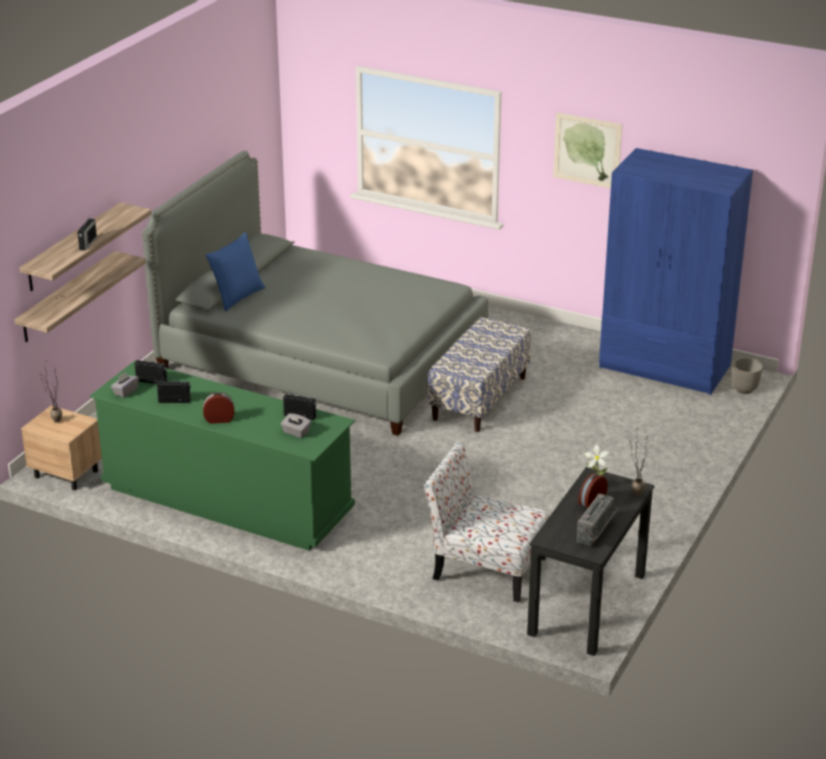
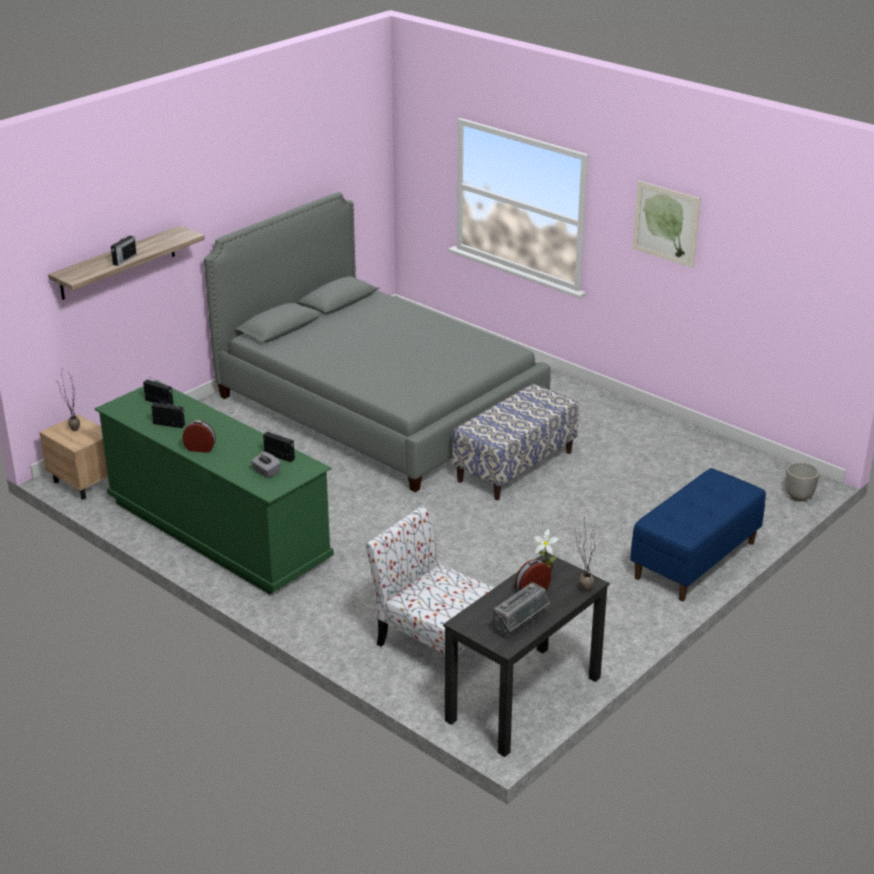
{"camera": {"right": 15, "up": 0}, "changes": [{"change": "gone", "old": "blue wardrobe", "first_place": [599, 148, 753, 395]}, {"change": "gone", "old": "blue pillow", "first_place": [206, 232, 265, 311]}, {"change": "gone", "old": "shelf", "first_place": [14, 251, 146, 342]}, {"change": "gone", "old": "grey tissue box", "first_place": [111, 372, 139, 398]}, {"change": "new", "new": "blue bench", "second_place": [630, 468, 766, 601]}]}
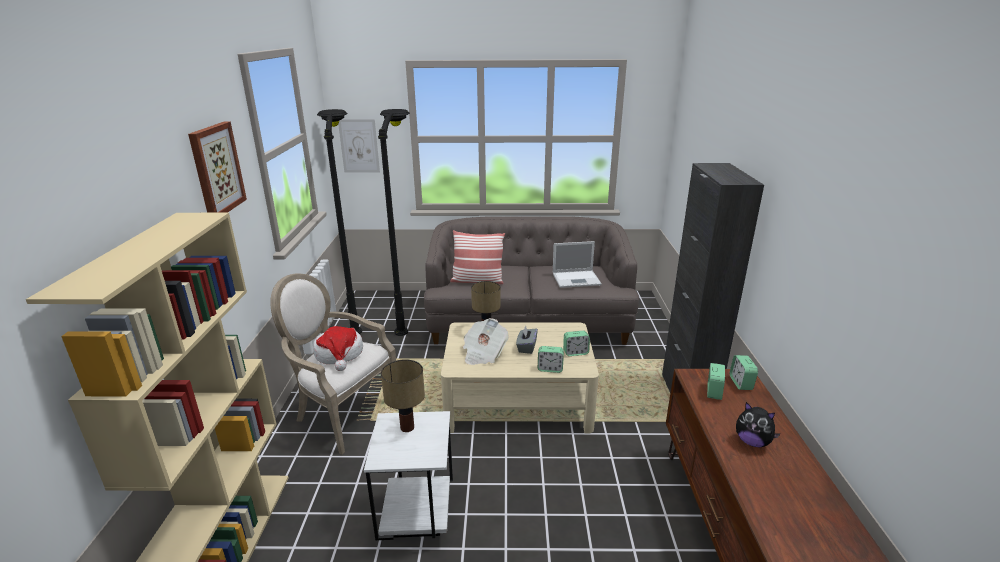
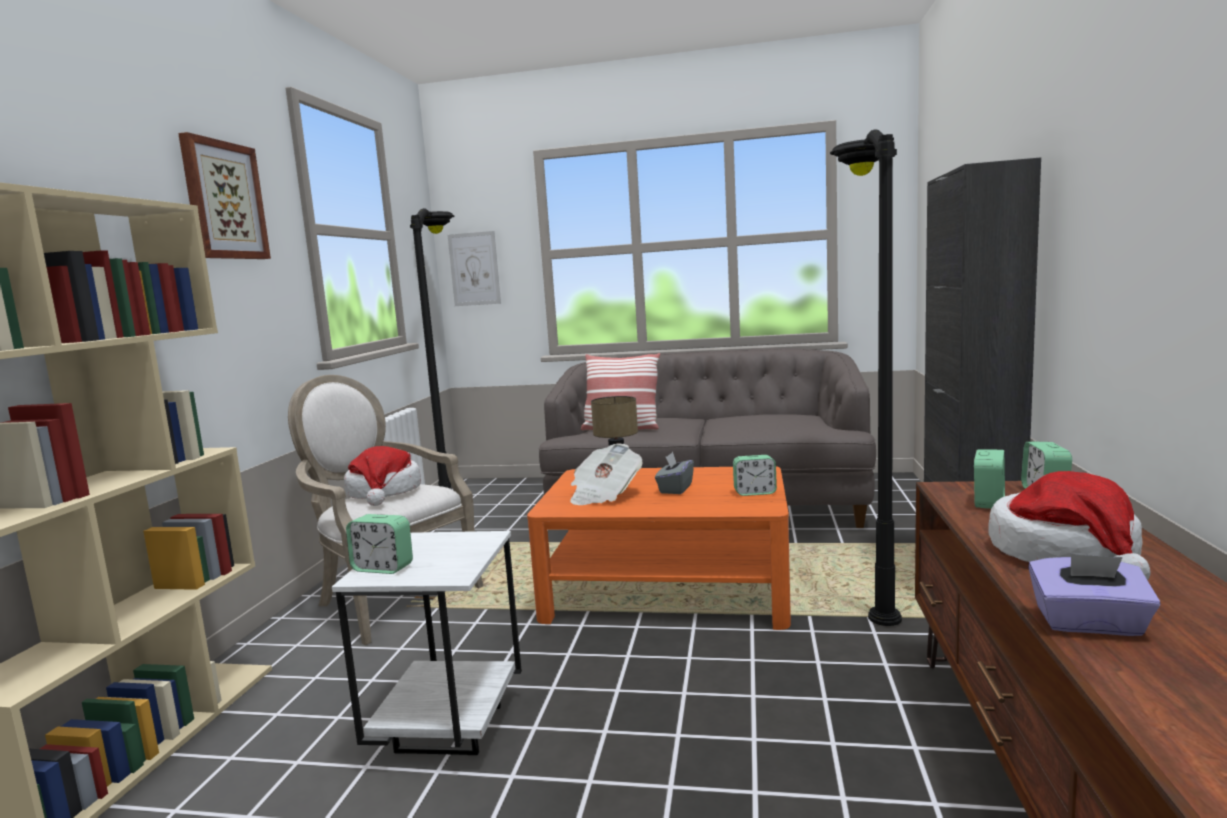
{"camera": {"right": 10, "up": -15}, "changes": [{"change": "shifted", "old": "black floor lamp", "first_place": [378, 109, 410, 336], "second_place": [830, 129, 902, 626]}, {"change": "gone", "old": "laptop", "first_place": [553, 241, 602, 288]}, {"change": "repainted", "old": "beige coffee table", "new": "orange coffee table", "first_place": [441, 322, 599, 434], "second_place": [527, 466, 791, 630]}, {"change": "shifted", "old": "alarm clock", "first_place": [538, 346, 564, 373], "second_place": [346, 514, 413, 574]}, {"change": "gone", "old": "table lamp", "first_place": [381, 359, 425, 432]}, {"change": "swapped", "old": "plush toy", "new": "hat", "first_place": [736, 402, 780, 447], "second_place": [988, 471, 1151, 580]}, {"change": "new", "new": "purple tissue box", "second_place": [1028, 553, 1160, 636]}]}
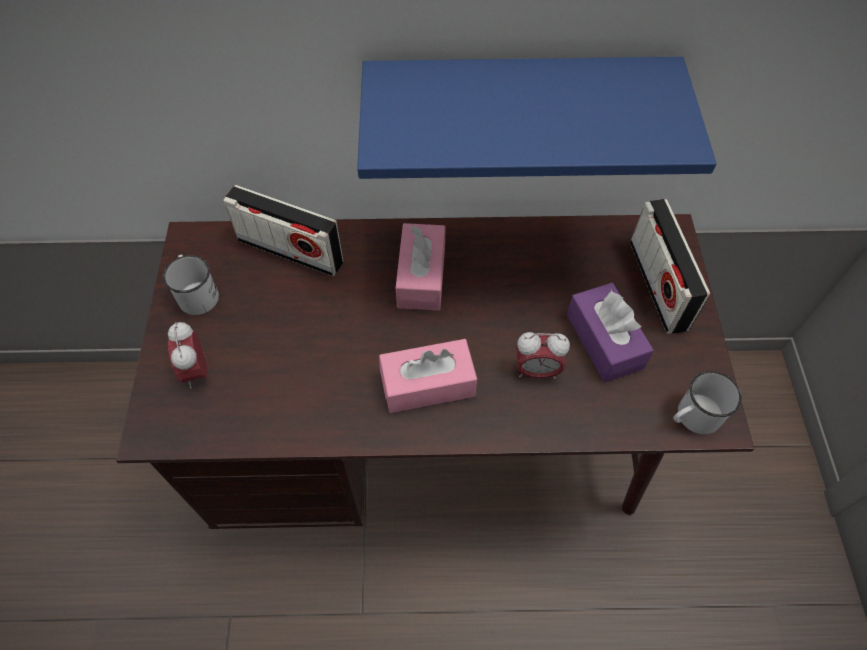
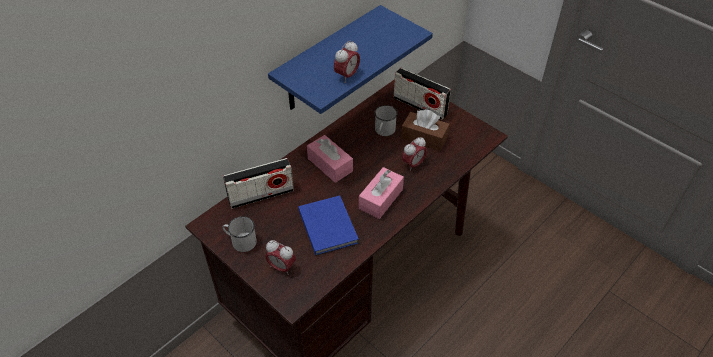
{"camera": {"right": -45, "up": -10}, "changes": [{"change": "repainted", "old": "purple tissue box", "new": "brown tissue box", "first_place": [567, 283, 654, 382], "second_place": [401, 110, 450, 151]}, {"change": "shifted", "old": "white mug", "first_place": [673, 371, 742, 435], "second_place": [375, 105, 397, 136]}, {"change": "new", "new": "alarm clock", "second_place": [334, 41, 360, 83]}, {"change": "new", "new": "blue book", "second_place": [298, 195, 359, 256]}]}
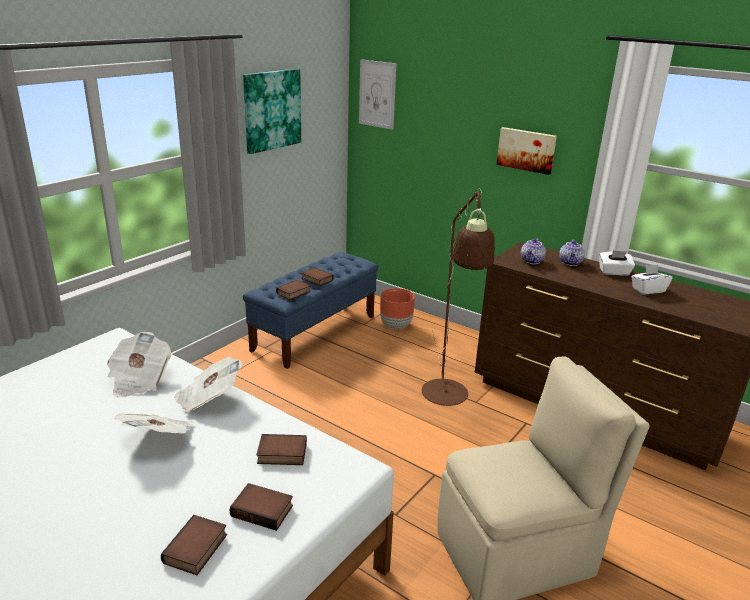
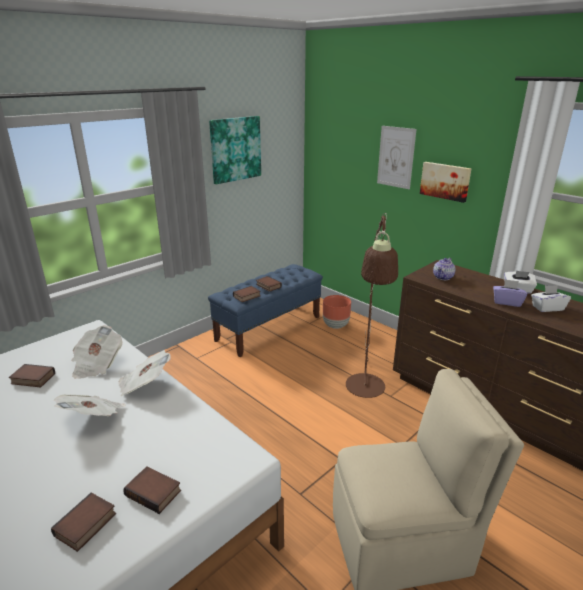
{"camera": {"right": 10, "up": 0}, "changes": [{"change": "shifted", "old": "picture", "first_place": [359, 59, 396, 130], "second_place": [377, 126, 416, 189]}, {"change": "gone", "old": "teapot", "first_place": [559, 240, 585, 266]}, {"change": "shifted", "old": "book", "first_place": [256, 434, 307, 465], "second_place": [9, 364, 55, 388]}, {"change": "new", "new": "purple tissue box", "second_place": [493, 279, 527, 307]}]}
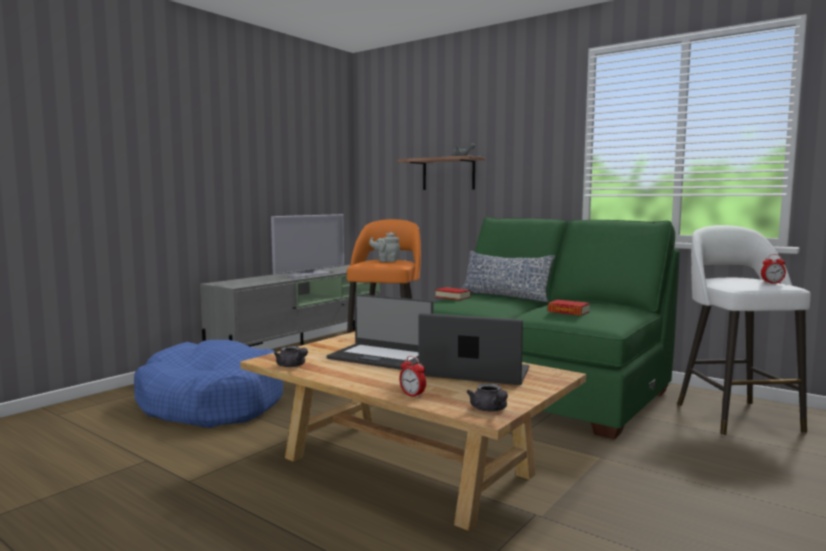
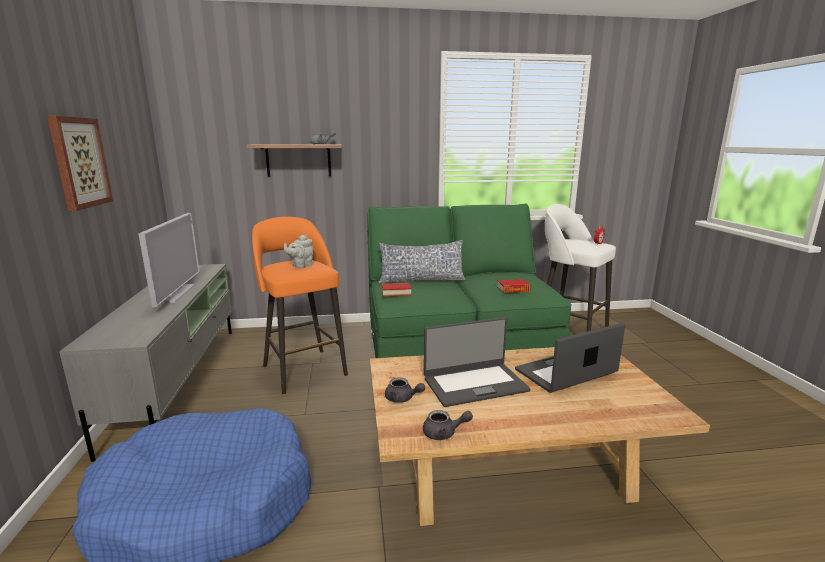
{"camera": {"right": -45, "up": 10}, "changes": [{"change": "gone", "old": "alarm clock", "first_place": [399, 356, 426, 398]}, {"change": "shifted", "old": "grey teapot", "first_place": [467, 383, 508, 412], "second_place": [385, 377, 425, 403]}, {"change": "new", "new": "picture", "second_place": [47, 115, 113, 211]}]}
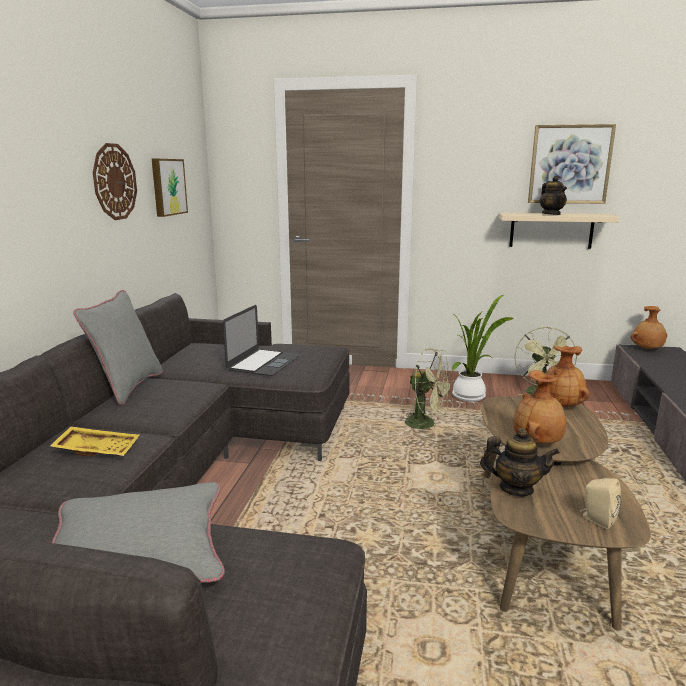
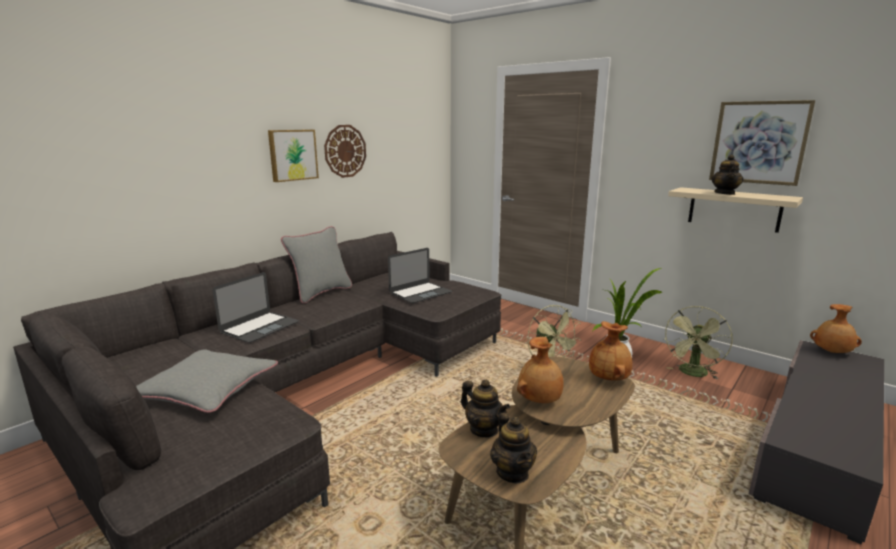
{"camera": {"right": 30, "up": 0}, "changes": [{"change": "shifted", "old": "picture", "first_place": [152, 159, 188, 217], "second_place": [268, 130, 319, 182]}, {"change": "swapped", "old": "yellow tray", "new": "laptop", "first_place": [50, 426, 139, 456], "second_place": [212, 272, 299, 343]}, {"change": "swapped", "old": "beige speaker", "new": "teapot", "first_place": [580, 478, 621, 529], "second_place": [490, 413, 537, 483]}]}
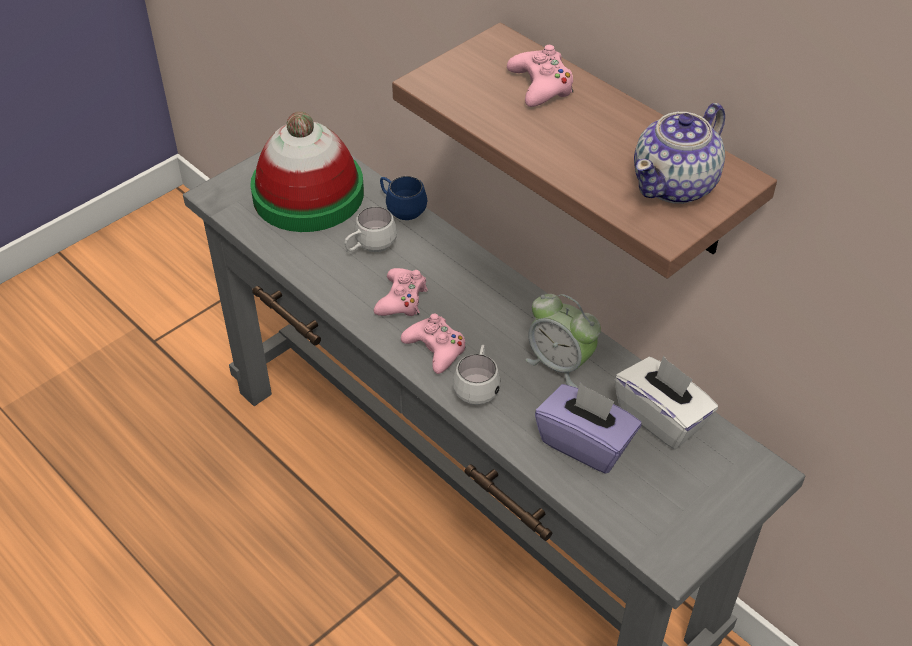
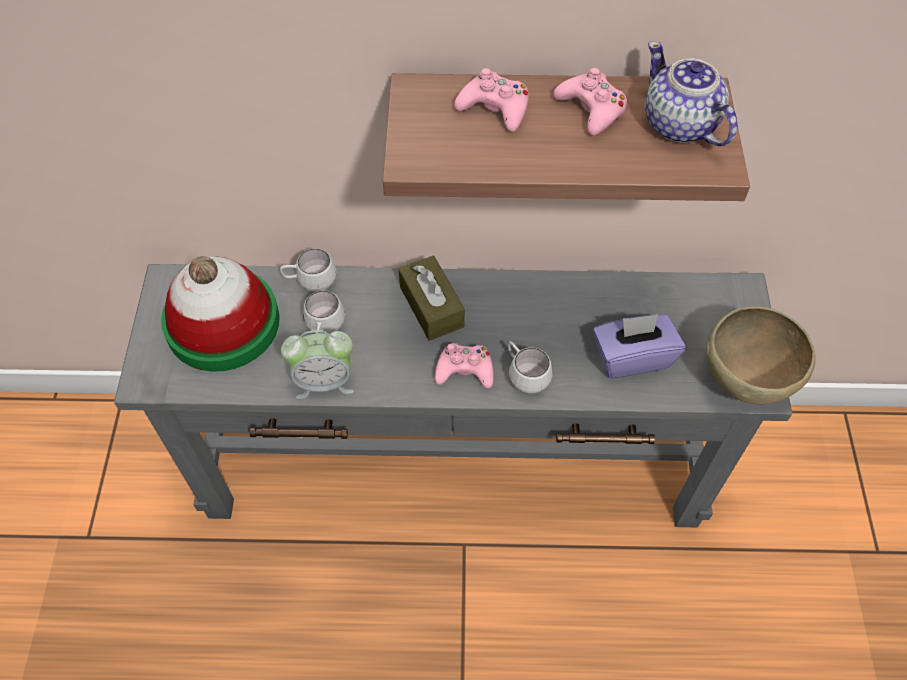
{"camera": {"right": -45, "up": 10}, "changes": [{"change": "rotated", "old": "teapot", "first_place": [634, 103, 725, 204], "second_place": [645, 41, 738, 146], "degrees": 150}, {"change": "repainted", "old": "blue mug", "new": "white mug", "first_place": [380, 176, 428, 220], "second_place": [280, 249, 336, 291]}, {"change": "shifted", "old": "pink game controller", "first_place": [374, 268, 428, 316], "second_place": [553, 68, 627, 135]}, {"change": "shifted", "old": "alarm clock", "first_place": [525, 294, 601, 388], "second_place": [281, 330, 354, 399]}, {"change": "gone", "old": "white tissue box", "first_place": [615, 356, 718, 449]}, {"change": "new", "new": "brown tissue box", "second_place": [399, 256, 465, 341]}, {"change": "new", "new": "brown bowl", "second_place": [707, 306, 815, 404]}]}
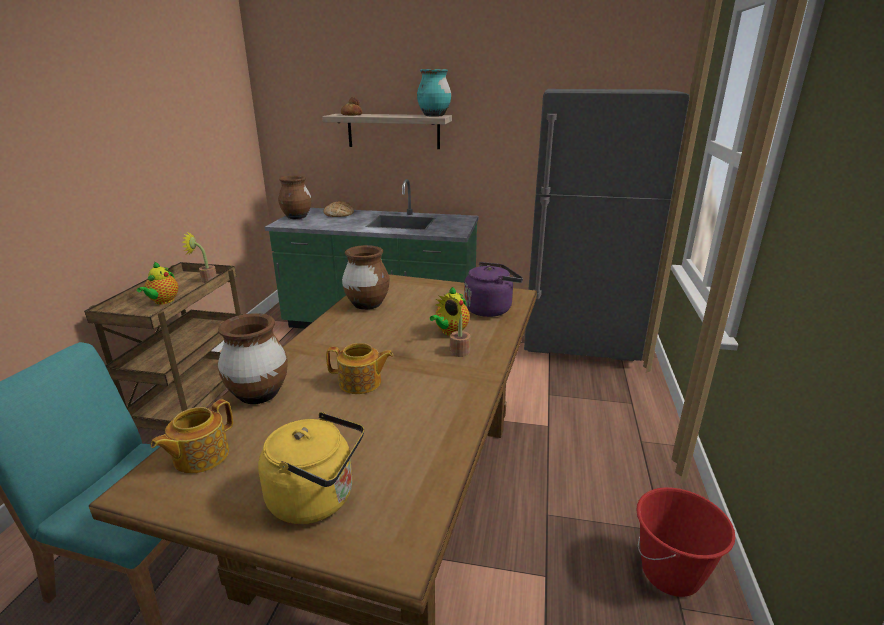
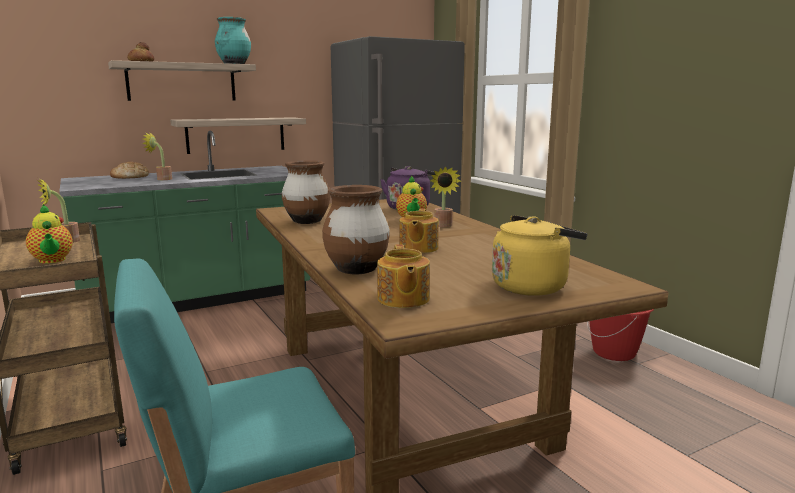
{"camera": {"right": -40, "up": -10}, "changes": [{"change": "gone", "old": "brown vase", "first_place": [278, 176, 311, 219]}, {"change": "rotated", "old": "teapot", "first_place": [326, 343, 393, 394], "second_place": [399, 208, 439, 253], "degrees": 135}, {"change": "new", "new": "shelf", "second_place": [170, 117, 306, 154]}, {"change": "new", "new": "potted plant", "second_place": [142, 131, 172, 180]}]}
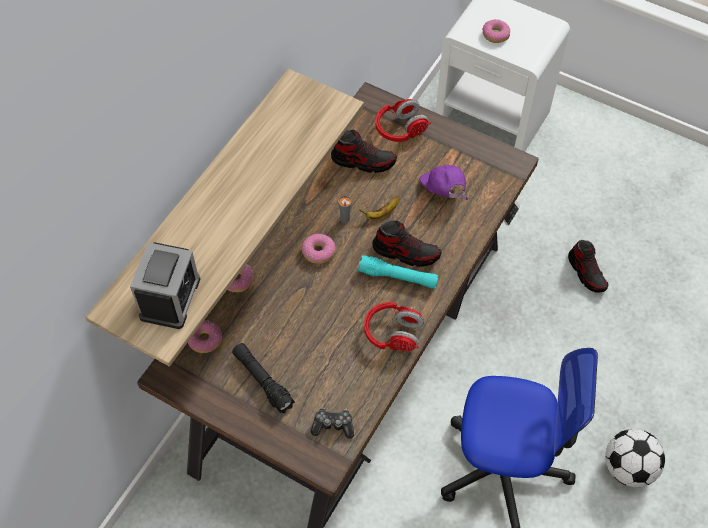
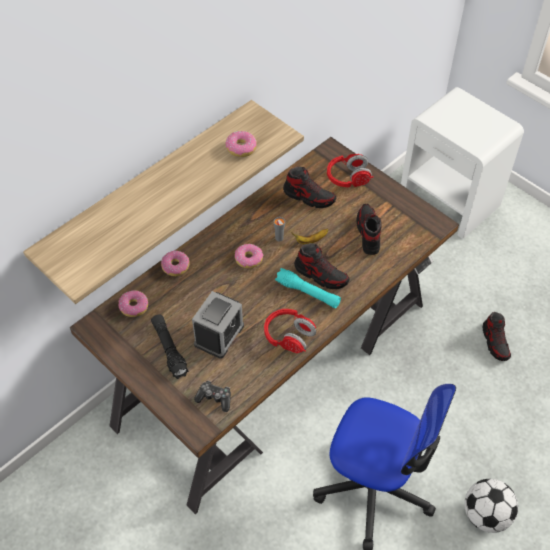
{"camera": {"right": 15, "up": -5}, "changes": [{"change": "shifted", "old": "donut", "first_place": [482, 19, 510, 43], "second_place": [226, 131, 257, 157]}, {"change": "swapped", "old": "purple cap", "new": "shoe", "first_place": [420, 165, 468, 200], "second_place": [357, 204, 382, 255]}, {"change": "shifted", "old": "alarm clock", "first_place": [130, 242, 200, 329], "second_place": [192, 291, 244, 359]}]}
